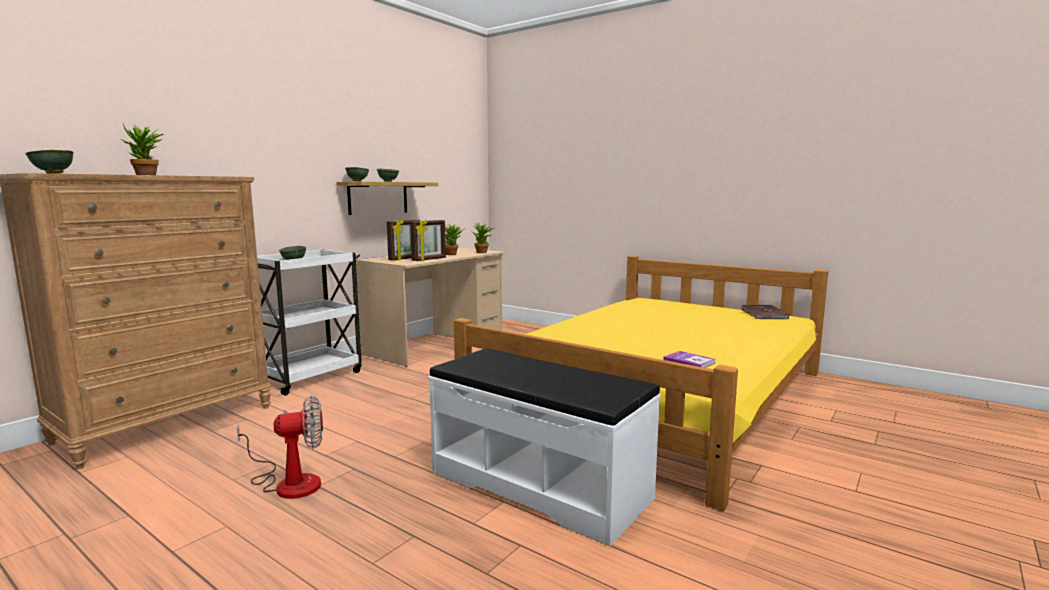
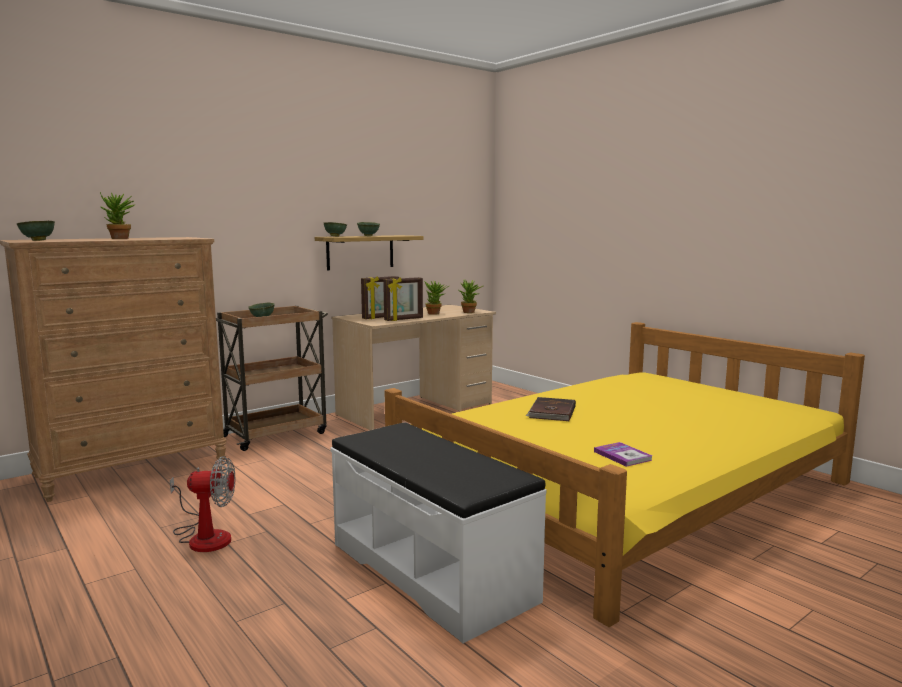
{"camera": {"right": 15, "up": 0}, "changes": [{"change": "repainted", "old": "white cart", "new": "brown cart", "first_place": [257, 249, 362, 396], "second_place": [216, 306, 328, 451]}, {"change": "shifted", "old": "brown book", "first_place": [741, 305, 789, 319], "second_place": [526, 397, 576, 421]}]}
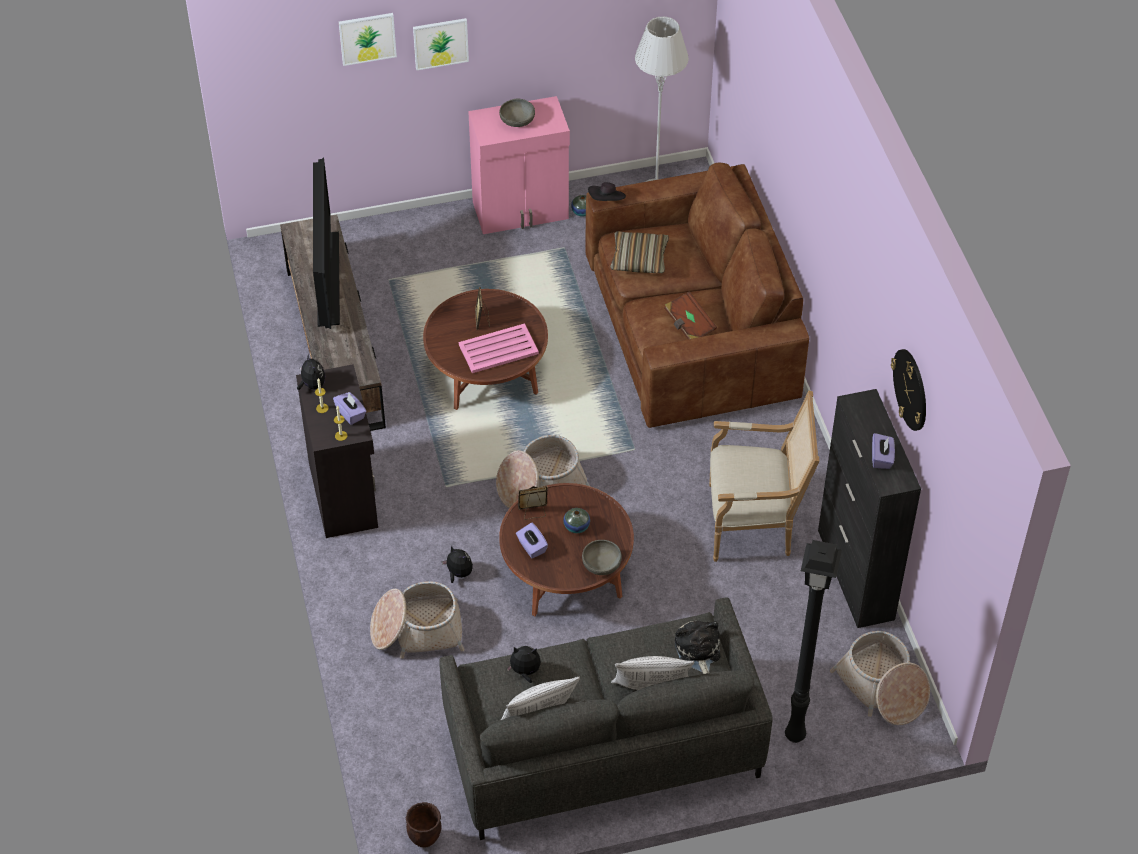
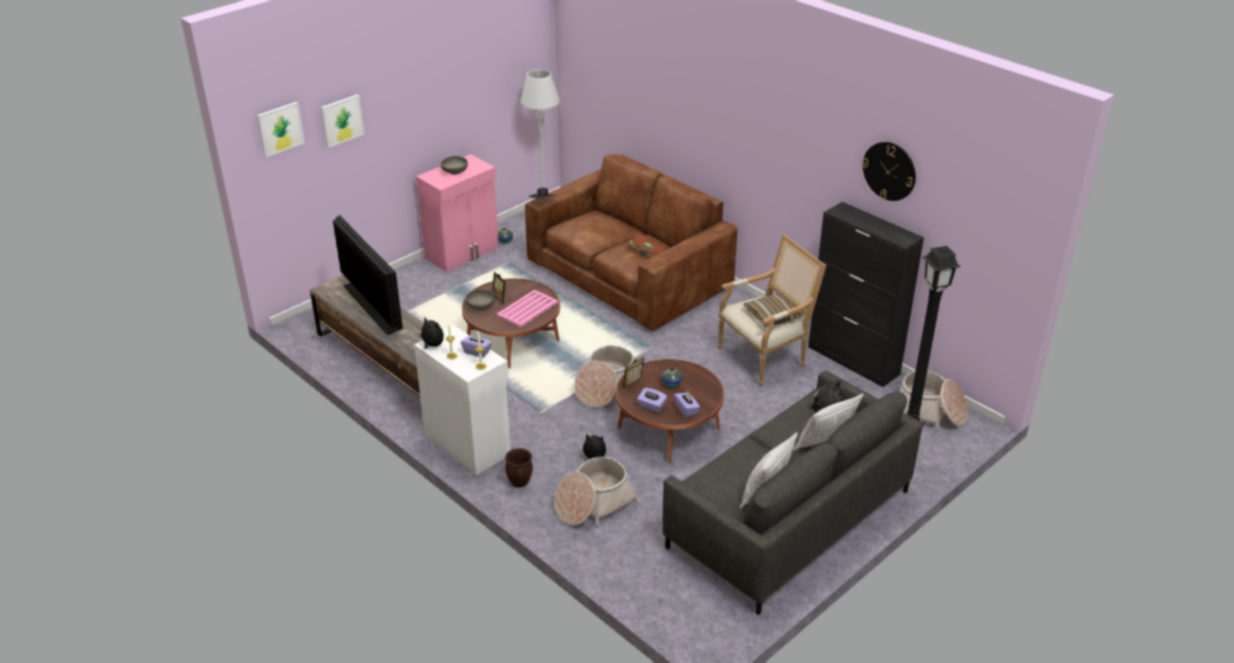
{"camera": {"right": -30, "up": -15}, "changes": [{"change": "shifted", "old": "picture", "first_place": [413, 18, 469, 70], "second_place": [257, 102, 305, 157]}, {"change": "shifted", "old": "pillow", "first_place": [610, 231, 669, 273], "second_place": [743, 293, 803, 327]}, {"change": "repainted", "old": "black cabinet", "new": "white cabinet", "first_place": [296, 364, 378, 538], "second_place": [414, 325, 511, 475]}, {"change": "shifted", "old": "purple tissue box", "first_place": [872, 433, 895, 469], "second_place": [674, 390, 700, 417]}, {"change": "shifted", "old": "grey bowl", "first_place": [582, 540, 622, 575], "second_place": [466, 289, 495, 310]}, {"change": "gone", "old": "plush toy", "first_place": [507, 646, 541, 683]}, {"change": "shifted", "old": "brown planter", "first_place": [406, 802, 441, 848], "second_place": [505, 448, 533, 488]}]}
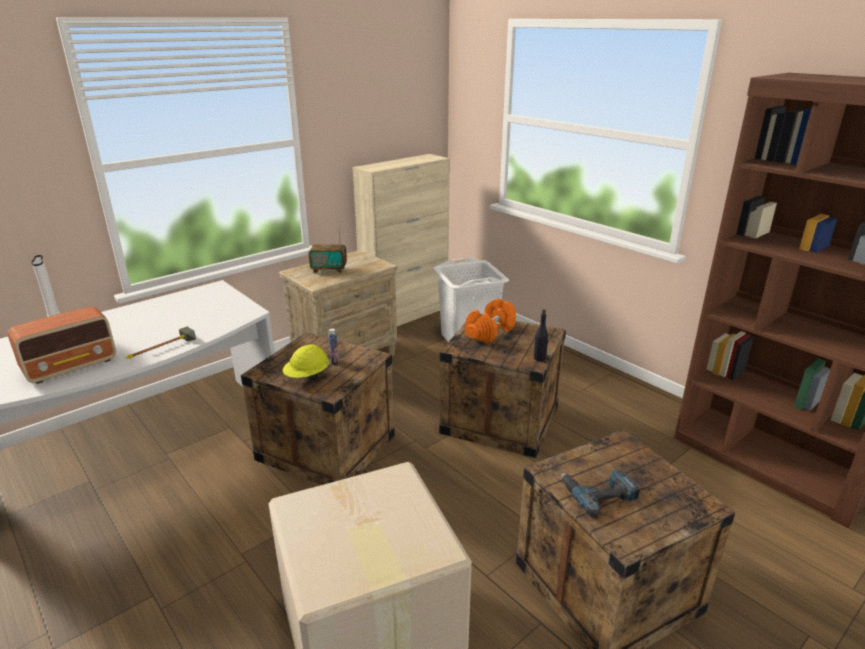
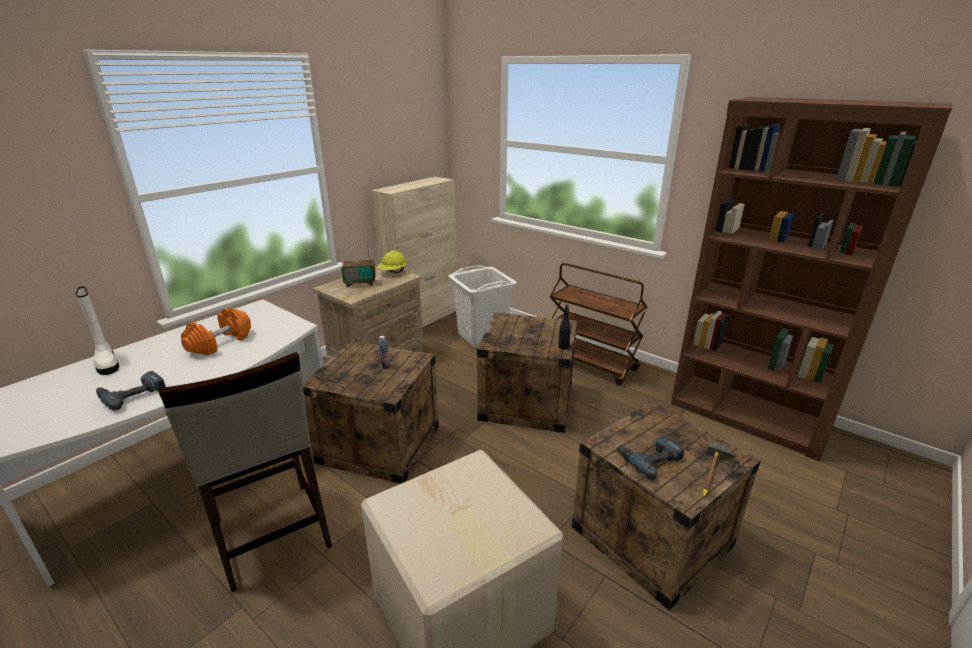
{"camera": {"right": -10, "up": 0}, "changes": [{"change": "shifted", "old": "orange dumbbell", "first_place": [465, 298, 516, 343], "second_place": [181, 307, 251, 356]}, {"change": "swapped", "old": "radio", "new": "power drill", "first_place": [8, 306, 116, 384], "second_place": [96, 371, 166, 410]}, {"change": "shifted", "old": "hammer", "first_place": [126, 326, 197, 359], "second_place": [703, 440, 737, 496]}, {"change": "shifted", "old": "yellow hard hat", "first_place": [283, 344, 329, 379], "second_place": [378, 250, 407, 273]}, {"change": "new", "new": "brown cart", "second_place": [549, 263, 647, 386]}, {"change": "new", "new": "beige stool", "second_place": [158, 352, 332, 592]}]}
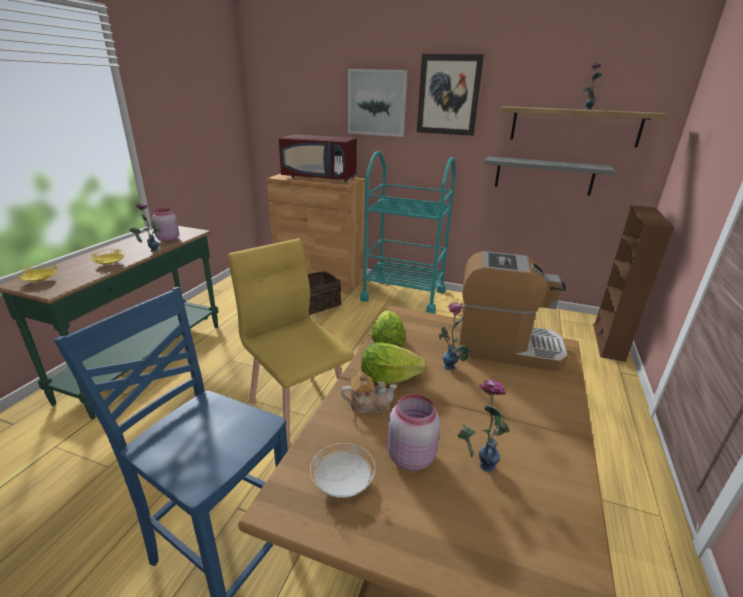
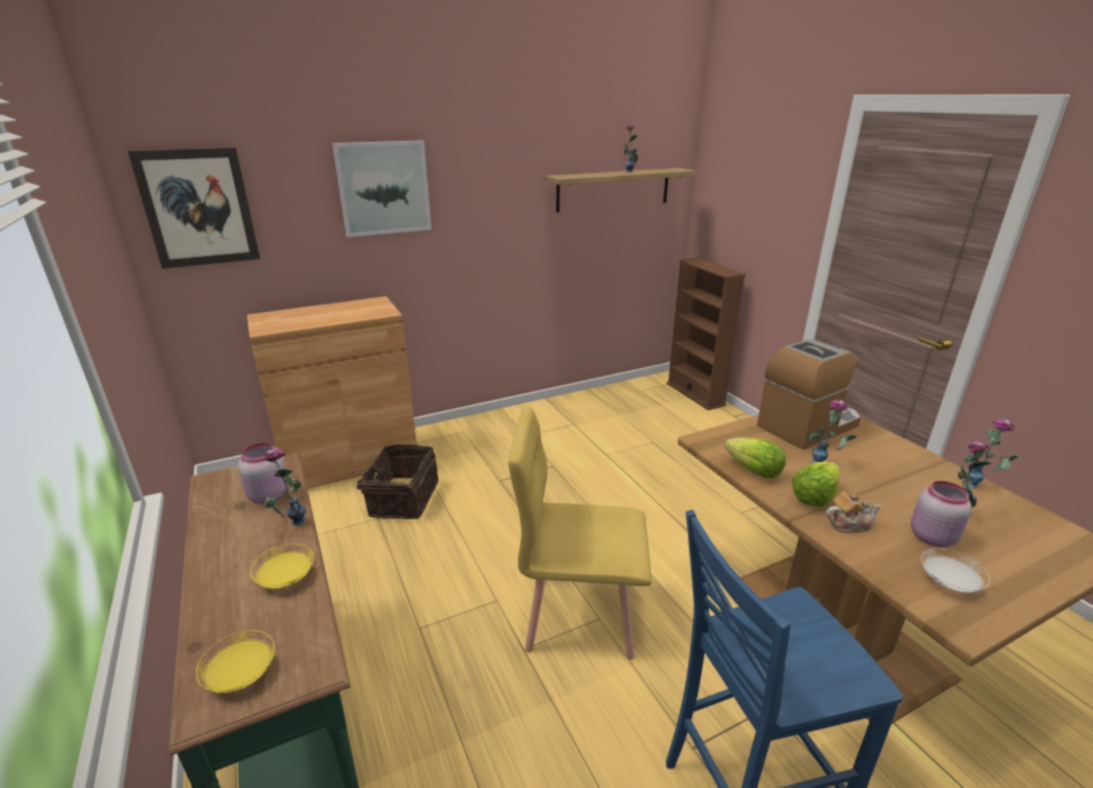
{"camera": {"right": -45, "up": 0}, "changes": [{"change": "shifted", "old": "picture", "first_place": [417, 54, 484, 136], "second_place": [128, 147, 260, 269]}, {"change": "gone", "old": "red microwave", "first_place": [279, 134, 357, 182]}, {"change": "gone", "old": "turquoise cart", "first_place": [360, 151, 456, 314]}, {"change": "gone", "old": "grey shelf", "first_place": [485, 156, 615, 196]}, {"change": "rotated", "old": "teapot", "first_place": [341, 371, 397, 414], "second_place": [826, 491, 882, 533], "degrees": 45}, {"change": "new", "new": "vase", "second_place": [964, 419, 1018, 488]}]}
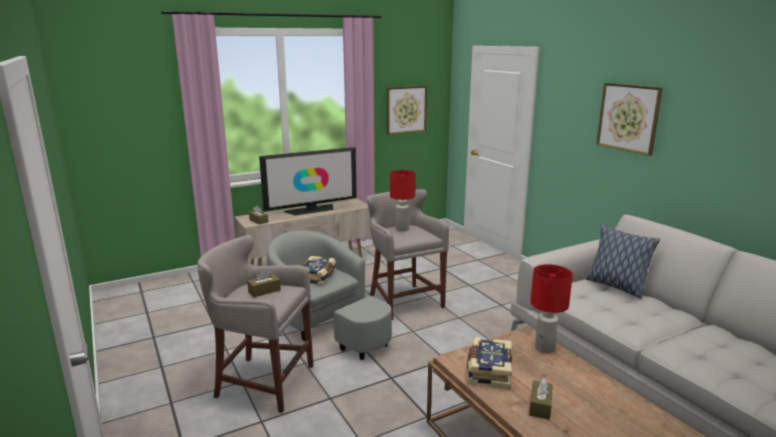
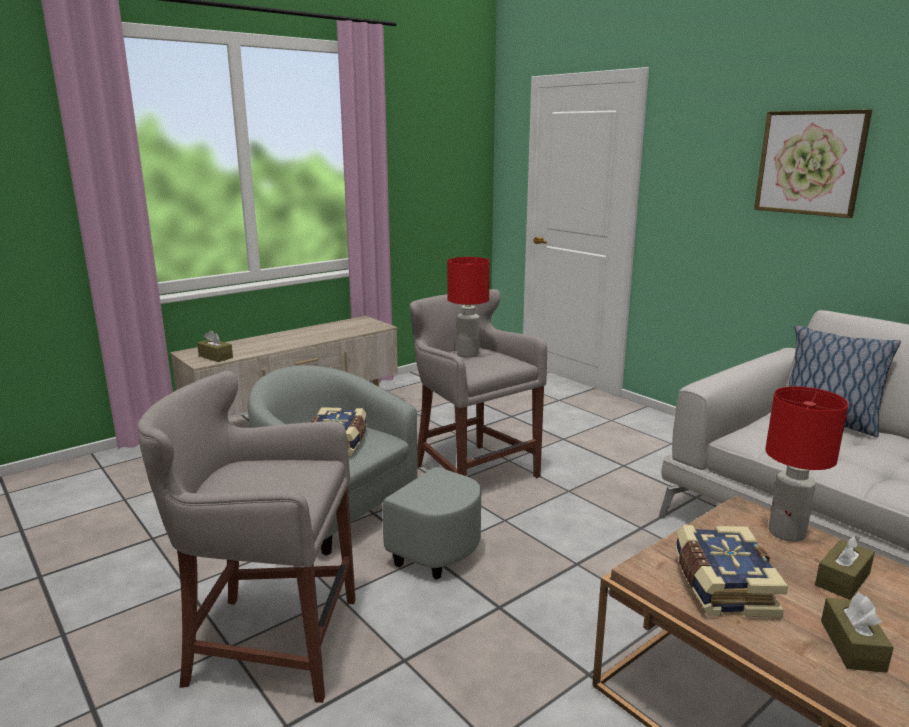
{"camera": {"right": -10, "up": 0}, "changes": [{"change": "gone", "old": "picture", "first_place": [387, 86, 427, 135]}, {"change": "gone", "old": "television", "first_place": [259, 147, 357, 215]}, {"change": "shifted", "old": "brown tissue box", "first_place": [247, 269, 281, 297], "second_place": [815, 535, 875, 600]}]}
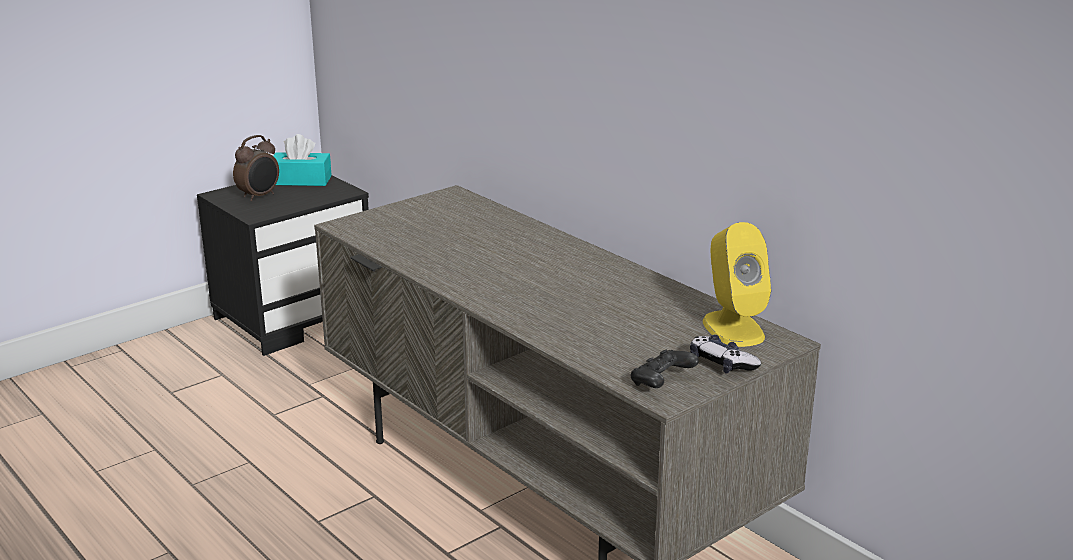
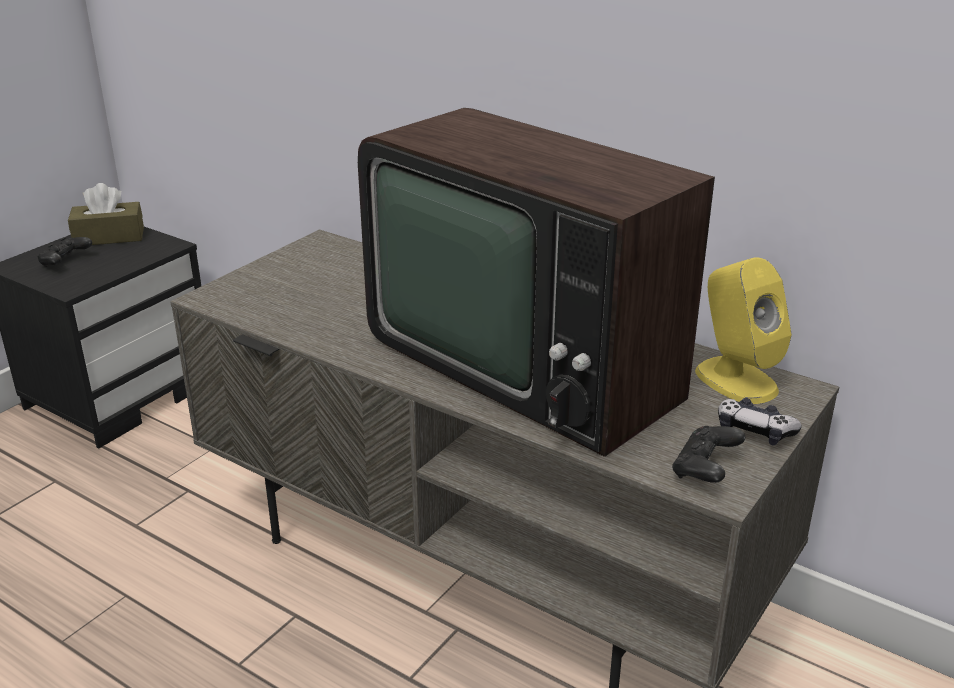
{"camera": {"right": -15, "up": 5}, "changes": [{"change": "repainted", "old": "turquoise tissue box", "new": "brown tissue box", "first_place": [273, 134, 332, 186], "second_place": [68, 183, 144, 245]}, {"change": "swapped", "old": "alarm clock", "new": "black game controller", "first_place": [233, 135, 279, 201], "second_place": [37, 237, 92, 267]}, {"change": "new", "new": "television", "second_place": [358, 108, 715, 457]}]}
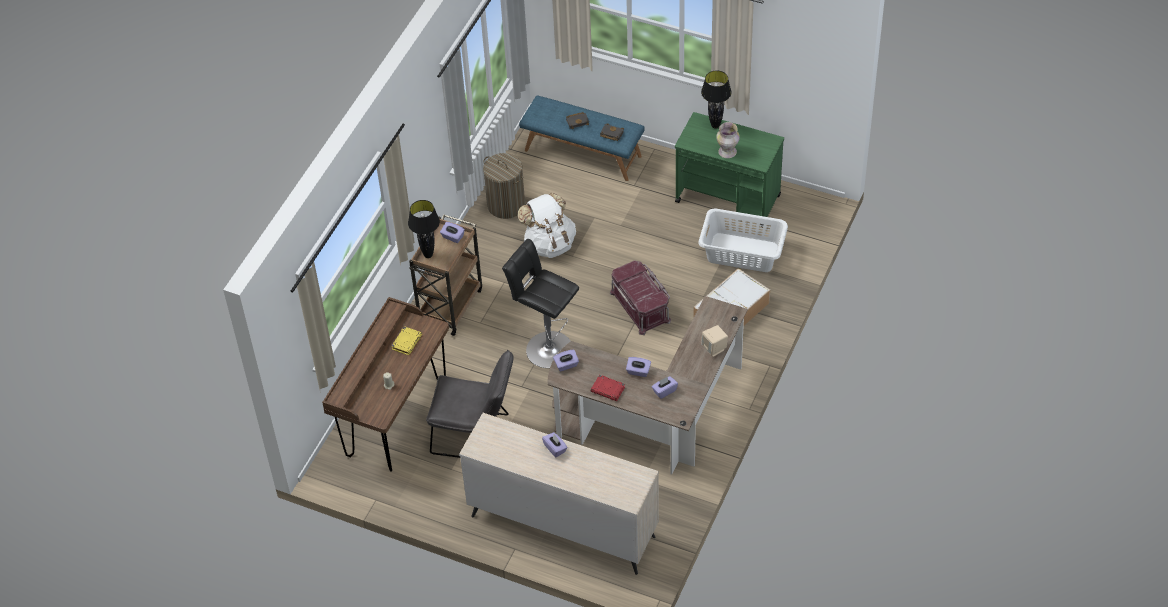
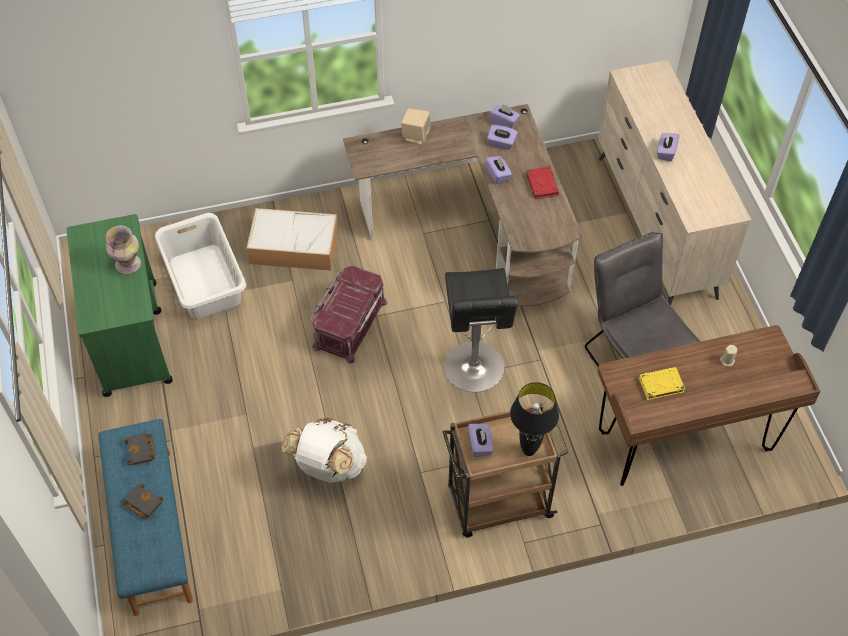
{"camera": {"right": -130, "up": 5}, "changes": [{"change": "gone", "old": "black table lamp", "first_place": [701, 70, 732, 129]}, {"change": "gone", "old": "laundry basket", "first_place": [483, 153, 525, 219]}, {"change": "shifted", "old": "purple tissue box", "first_place": [553, 350, 579, 372], "second_place": [490, 104, 521, 128]}]}
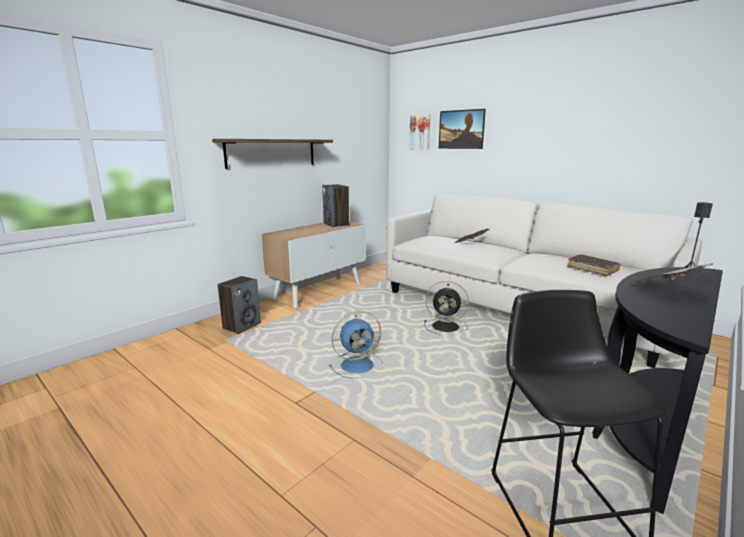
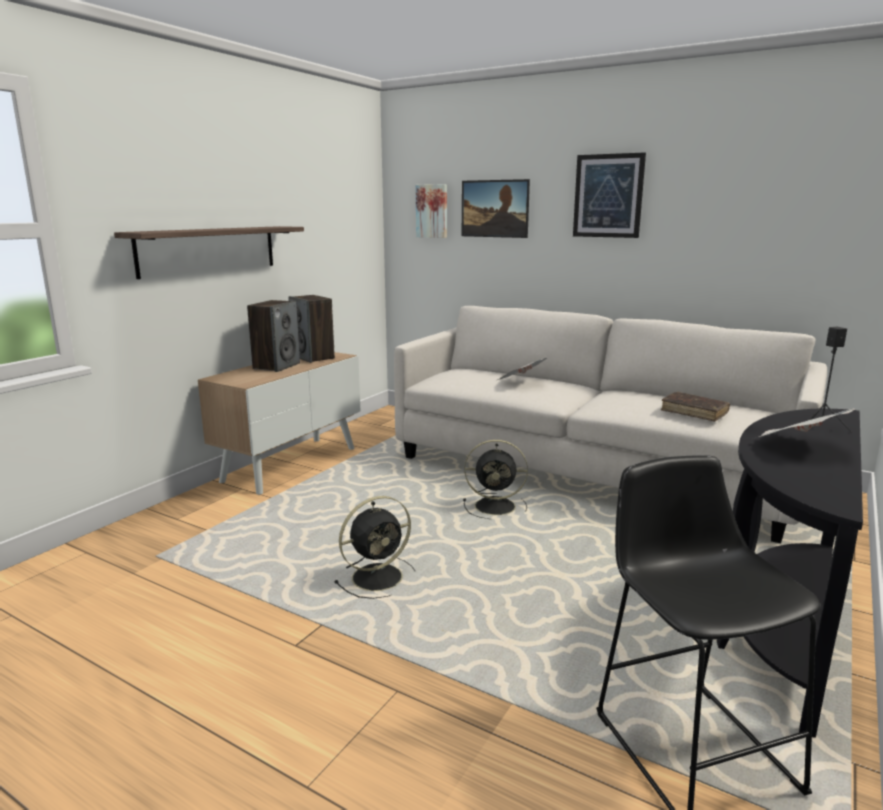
{"camera": {"right": -10, "up": 0}, "changes": [{"change": "shifted", "old": "speaker", "first_place": [218, 276, 261, 334], "second_place": [247, 300, 300, 372]}, {"change": "repainted", "old": "blue fan", "new": "black fan", "first_place": [329, 311, 383, 378], "second_place": [334, 496, 415, 599]}, {"change": "new", "new": "picture", "second_place": [573, 152, 646, 238]}]}
